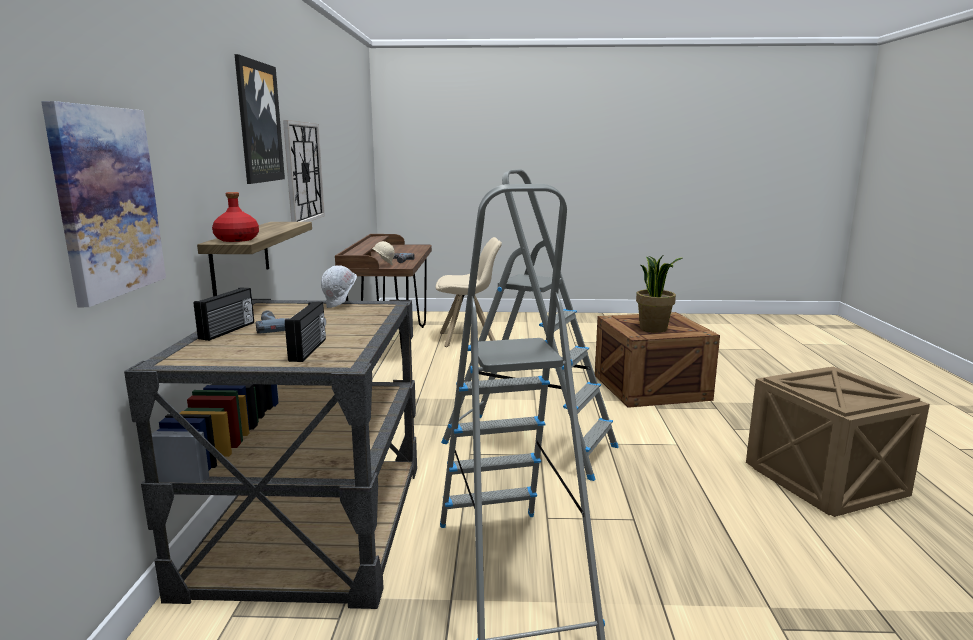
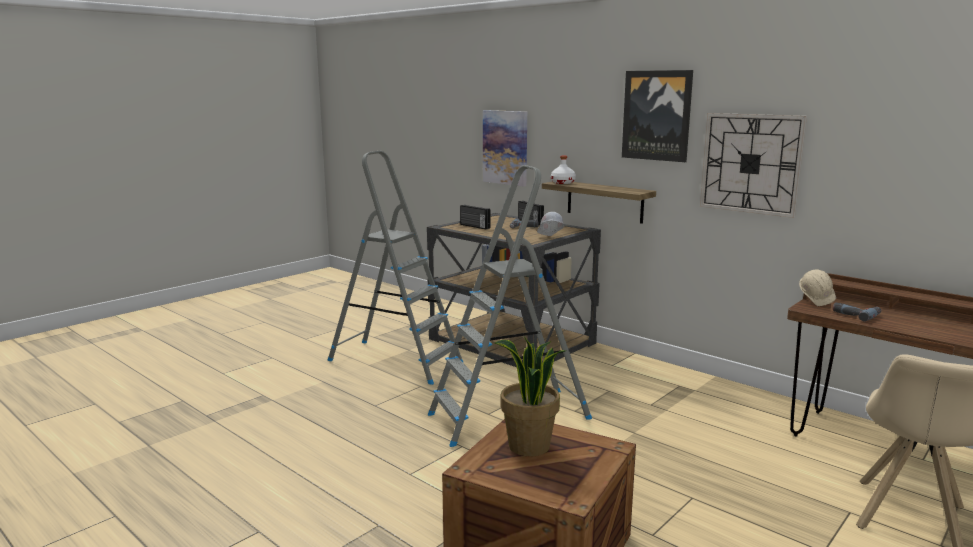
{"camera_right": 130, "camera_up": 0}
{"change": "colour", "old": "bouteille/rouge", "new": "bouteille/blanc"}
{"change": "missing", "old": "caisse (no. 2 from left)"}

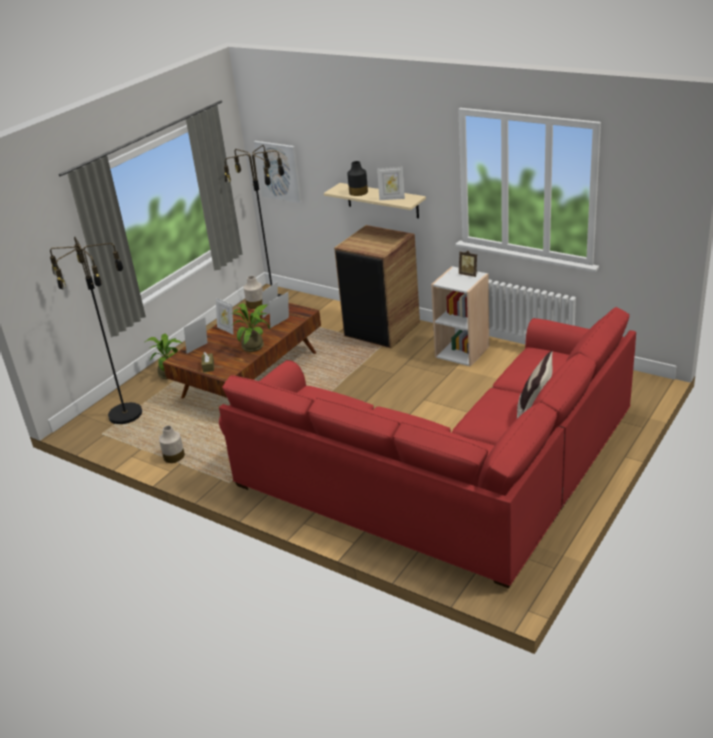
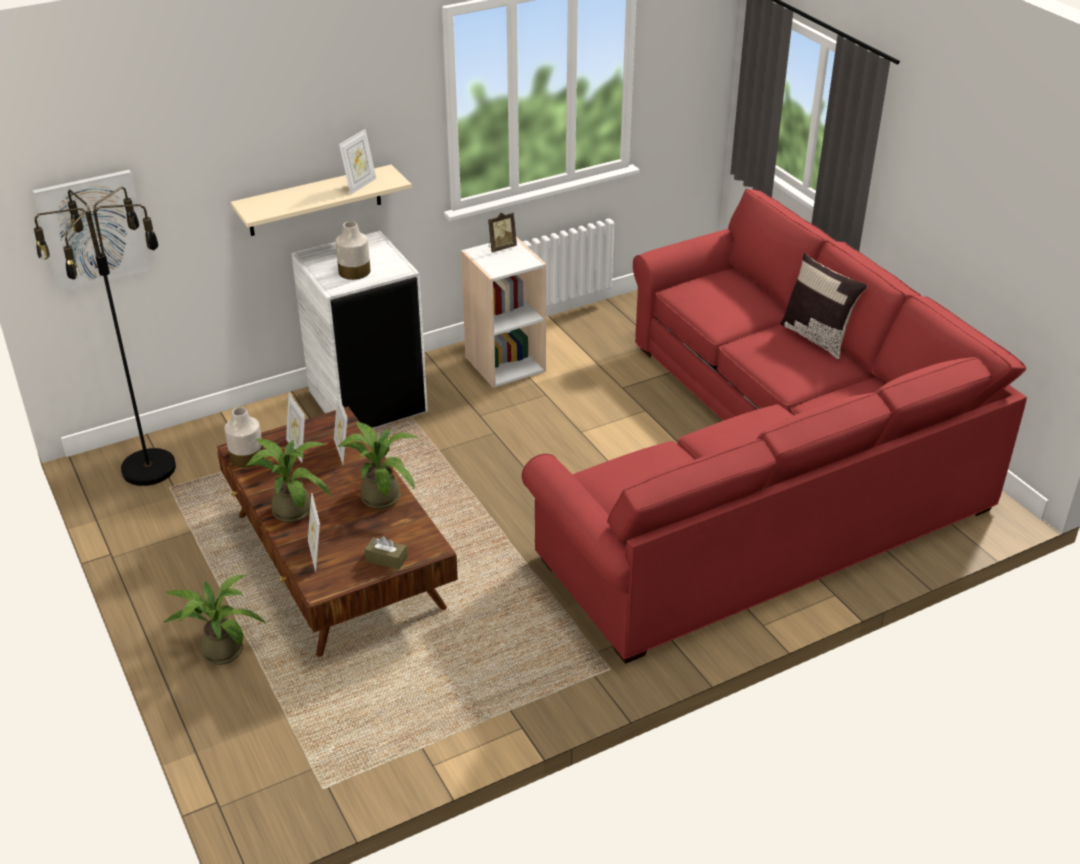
{"camera_right": -65, "camera_up": 5}
{"change": "missing", "old": "vase/noir"}
{"change": "colour", "old": "meuble de rangement/marron", "new": "meuble de rangement/blanc"}
{"change": "missing", "old": "lampadaire (no. 1 from left)"}
{"change": "exchanged", "old": "cadre photo (no. 2 from left)", "new": "plante en pot (no. 2 from left)"}
{"change": "relocated", "old": "vase/beige (no. 1 from left in the first image)", "new": "vase/beige (no. 2 from left)"}

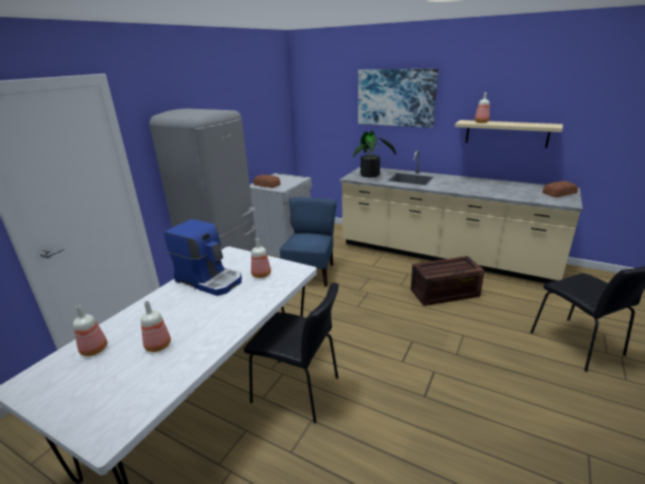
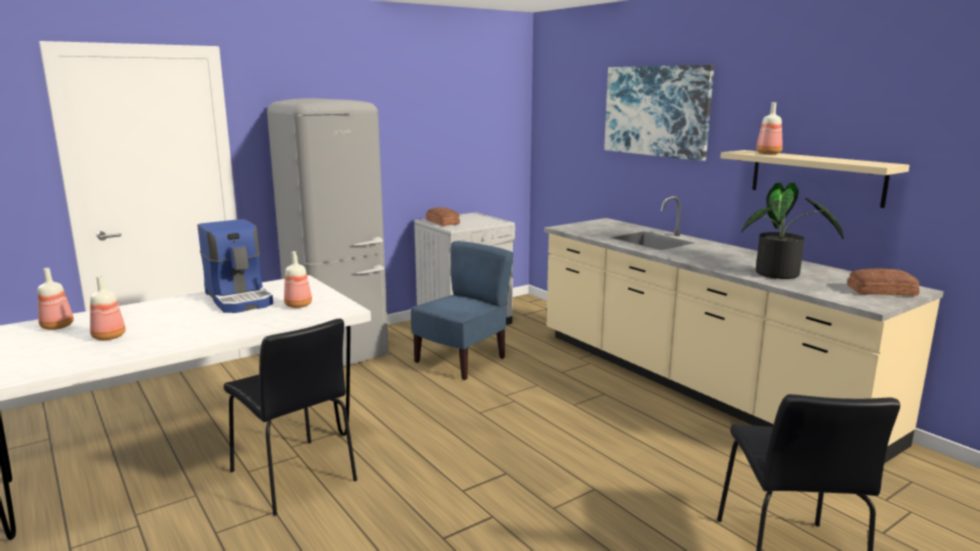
{"camera_right": 25, "camera_up": -10}
{"change": "relocated", "old": "plante en pot"}
{"change": "missing", "old": "caisse"}

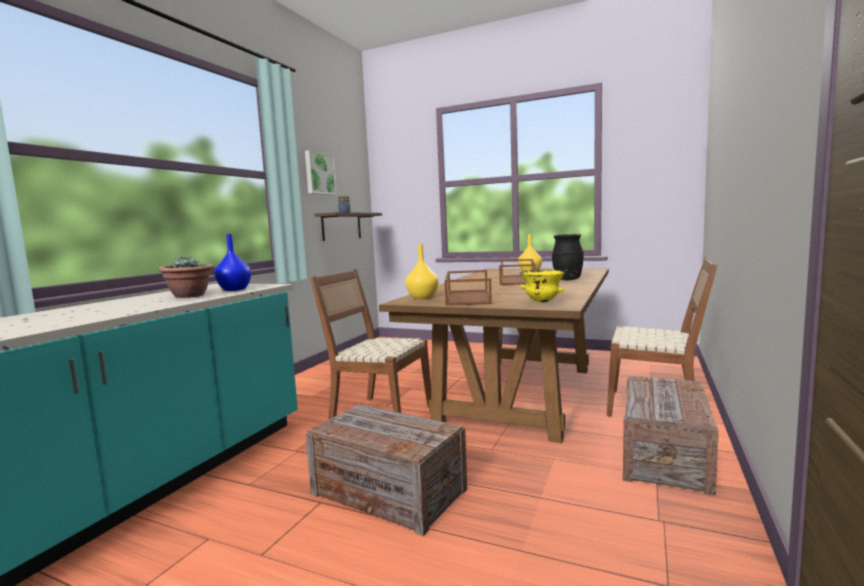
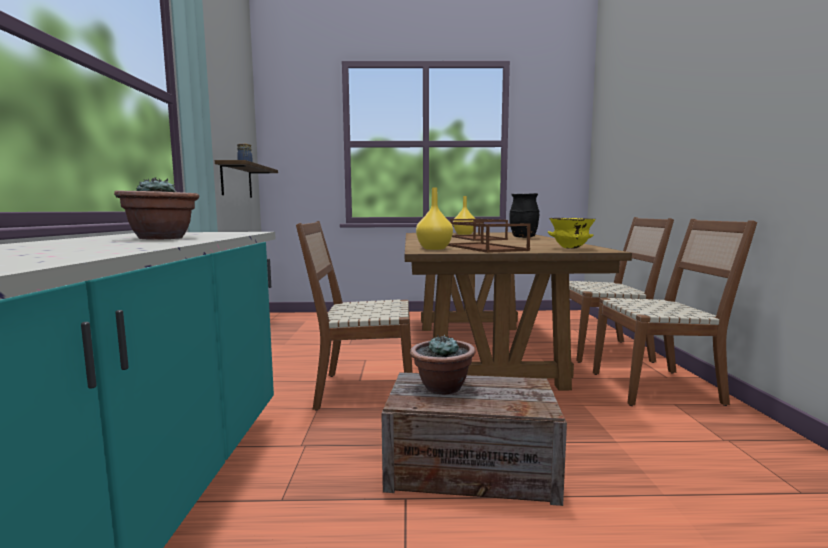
{"camera_right": -25, "camera_up": 0}
{"change": "missing", "old": "tableau"}
{"change": "missing", "old": "vase/bleu"}
{"change": "exchanged", "old": "caisse (no. 2 from left)", "new": "chaise (no. 3 from left)"}
{"change": "appeared", "new": "plante en pot (no. 2 from left)"}

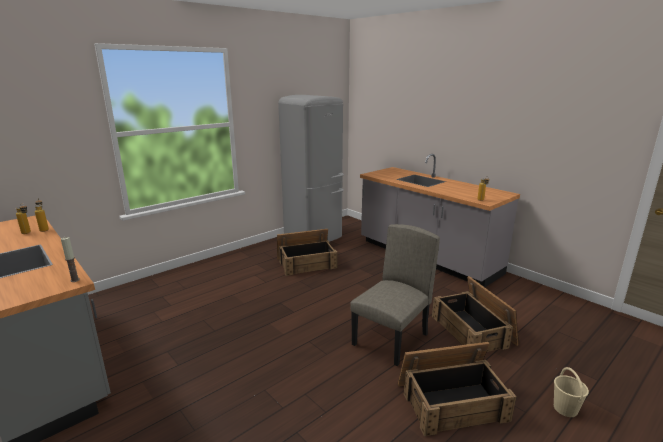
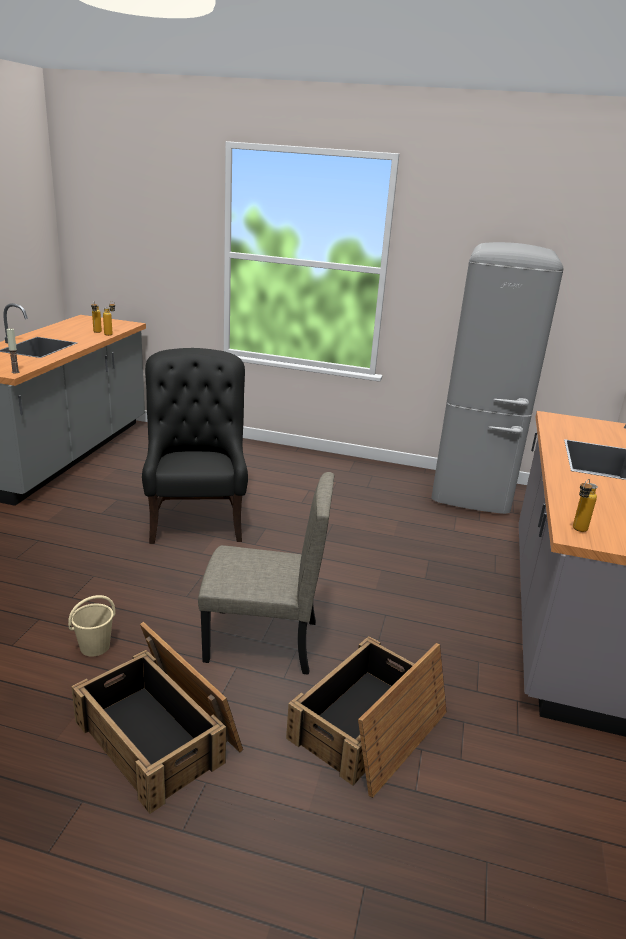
{"camera_right": 55, "camera_up": 5}
{"change": "missing", "old": "caisse (no. 1 from left)"}
{"change": "relocated", "old": "seau/beige"}
{"change": "appeared", "new": "chaise/noir"}

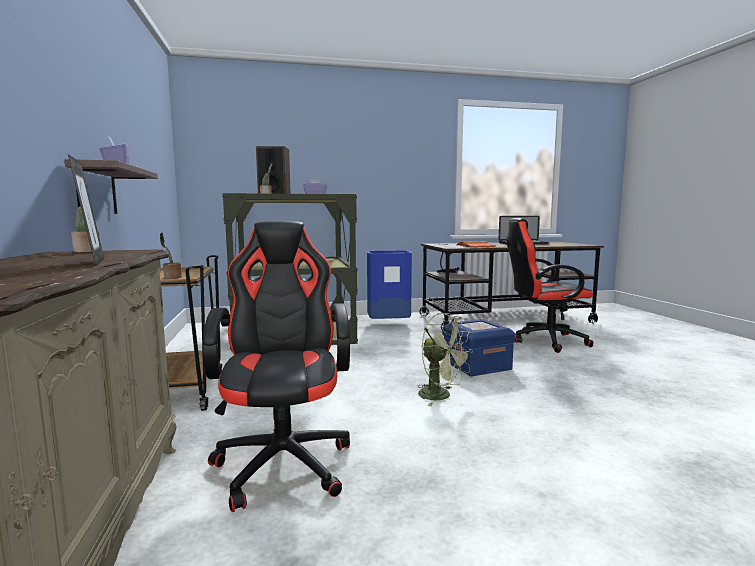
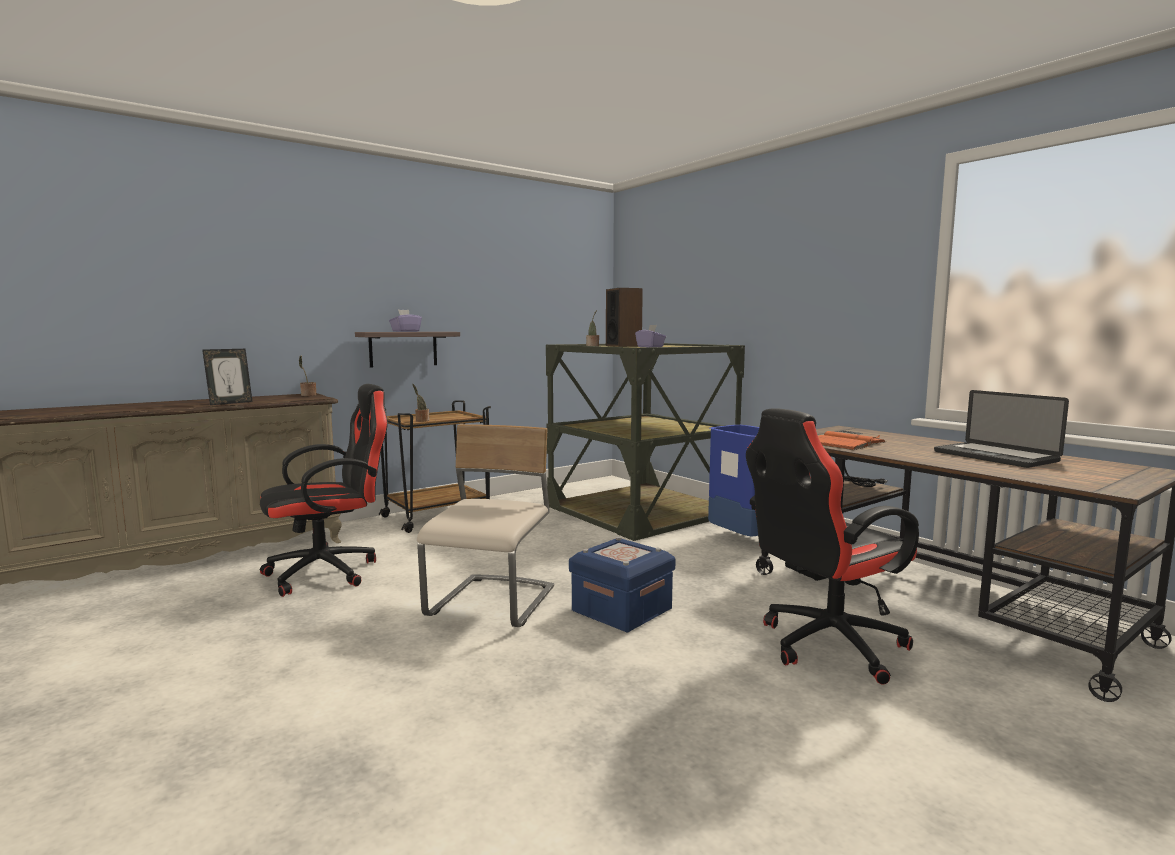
{"camera_right": 65, "camera_up": 0}
{"change": "spun", "old": "chaise de bureau/noir (no. 2 from left)", "degrees": -90}
{"change": "exchanged", "old": "ventilateur/vert", "new": "chaise/beige"}

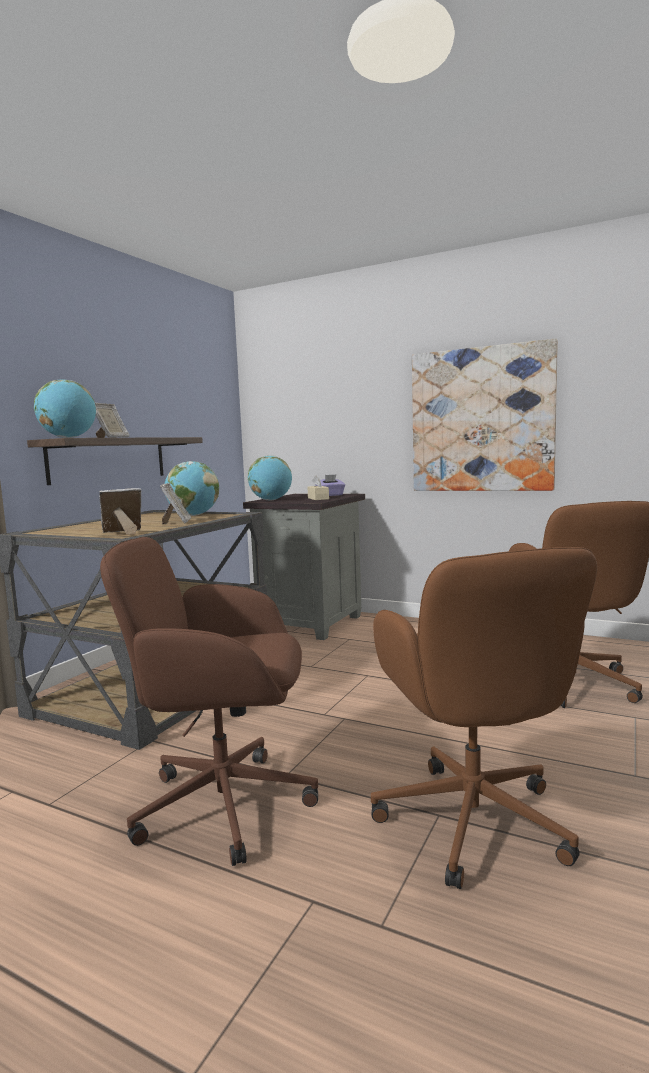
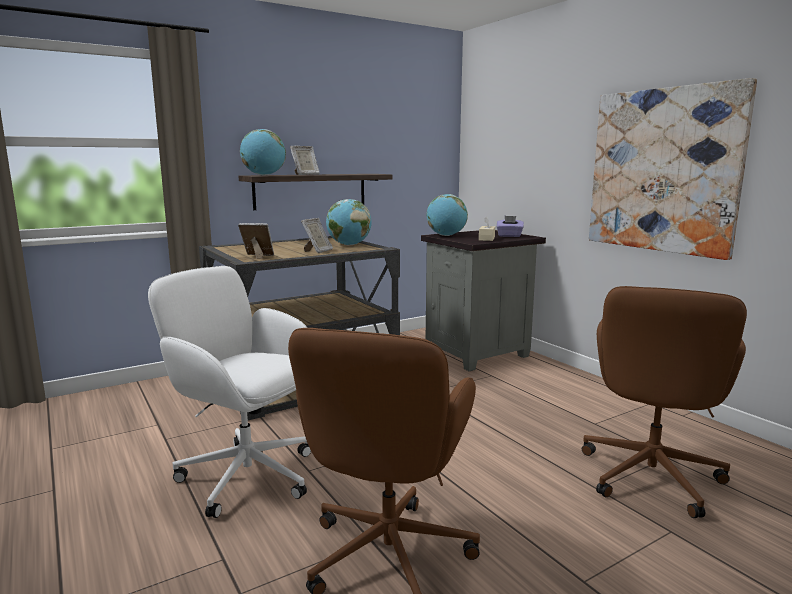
{"camera_right": 30, "camera_up": 5}
{"change": "colour", "old": "chaise de bureau/marron (no. 1 from left)", "new": "chaise de bureau/blanc"}

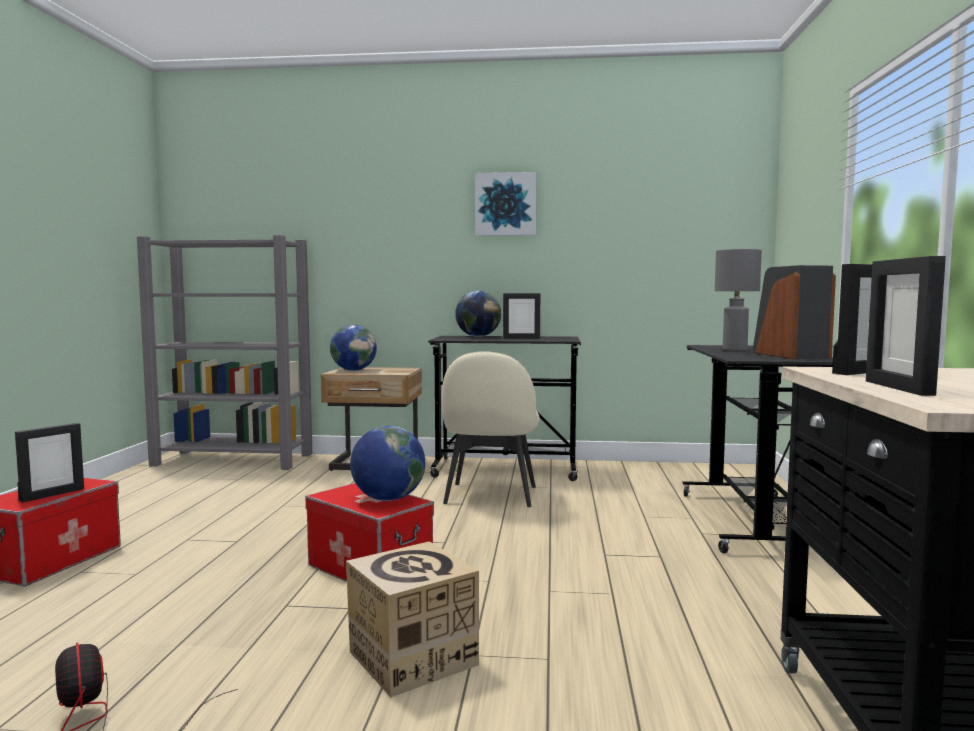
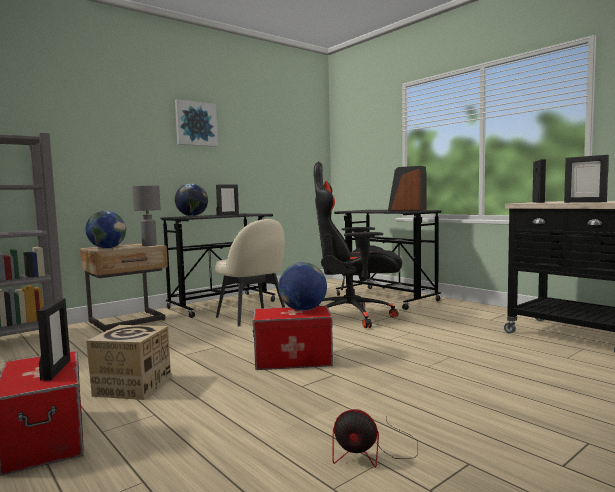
{"camera_right": -45, "camera_up": 0}
{"change": "relocated", "old": "lampe de table/gris"}
{"change": "relocated", "old": "carton"}
{"change": "appeared", "new": "chaise de bureau/noir"}

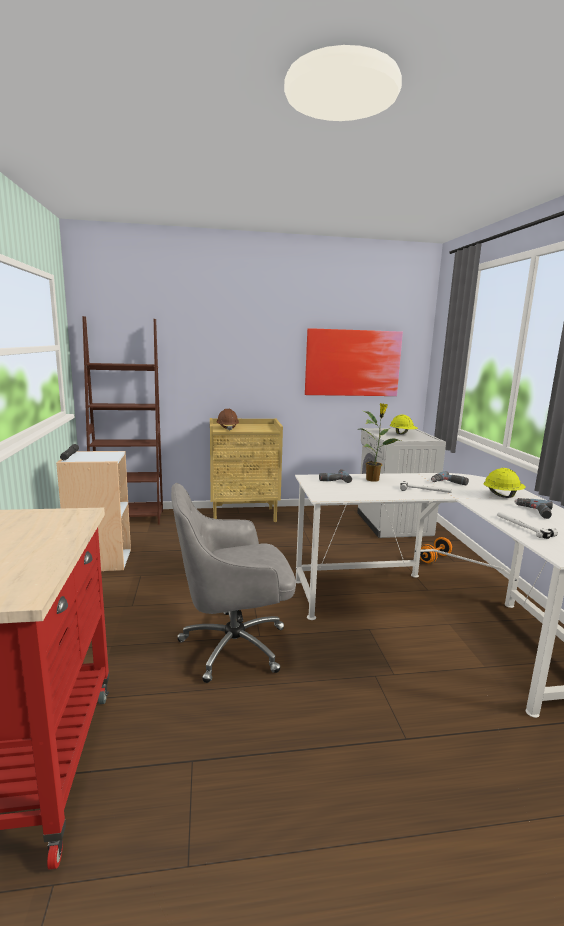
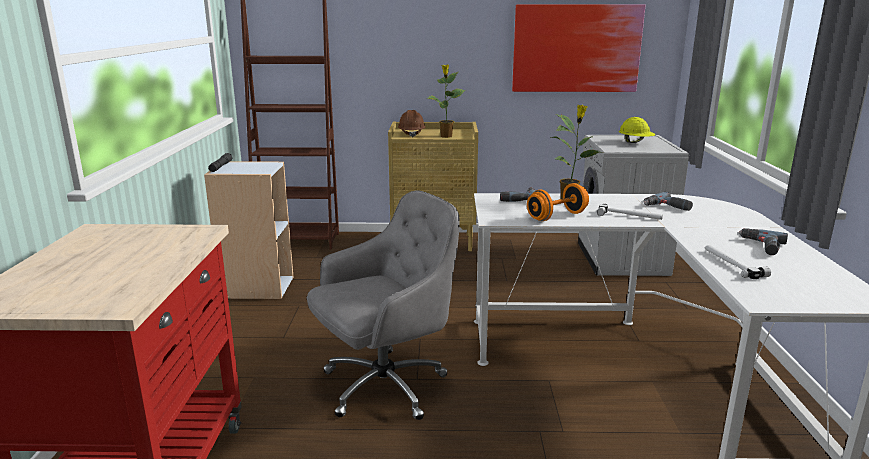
{"camera_right": 10, "camera_up": 5}
{"change": "missing", "old": "casque de chantier/jaune (no. 2 from left)"}
{"change": "spun", "old": "chaise de bureau/gris", "degrees": 150}
{"change": "relocated", "old": "haltère/orange"}
{"change": "appeared", "new": "plante en pot (no. 1 from left)"}

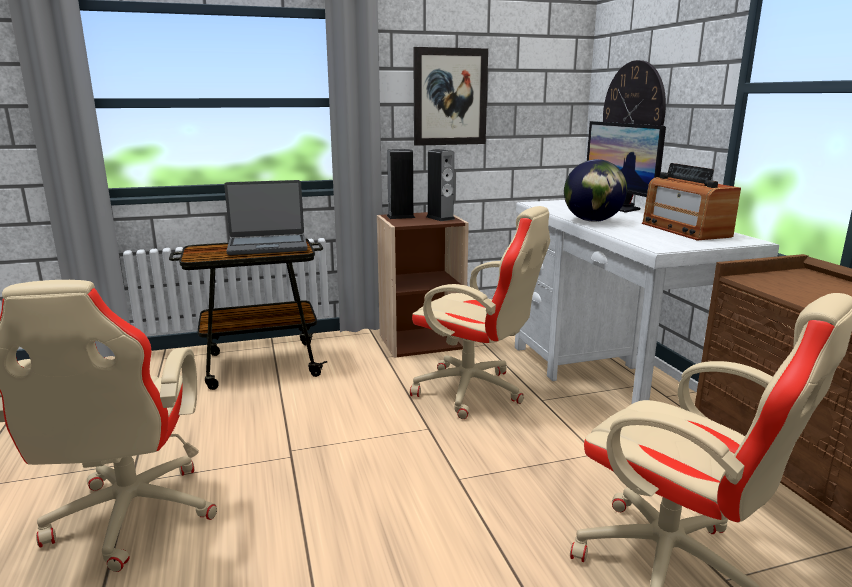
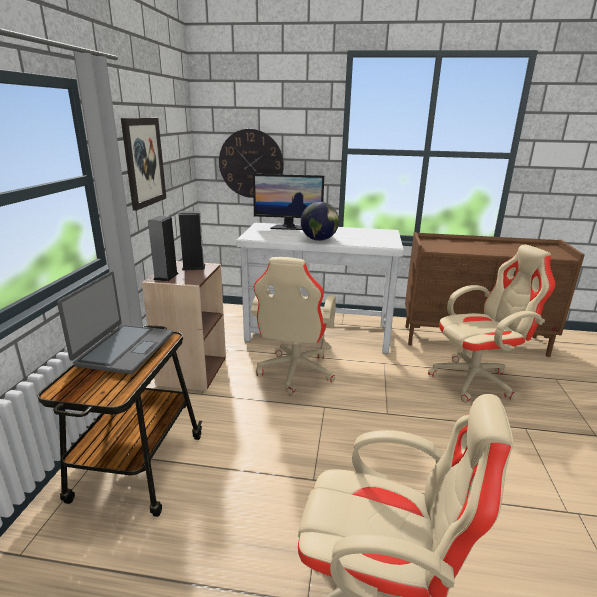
{"camera_right": -65, "camera_up": 5}
{"change": "missing", "old": "radio"}
{"change": "spun", "old": "chaise de bureau/beige (no. 2 from left in the first image)", "degrees": 135}

